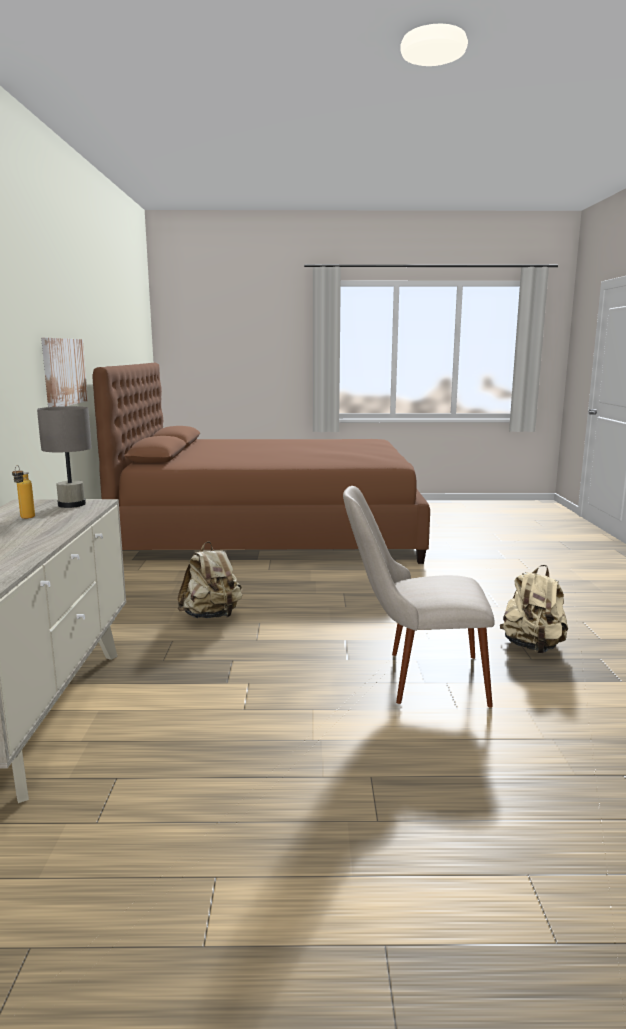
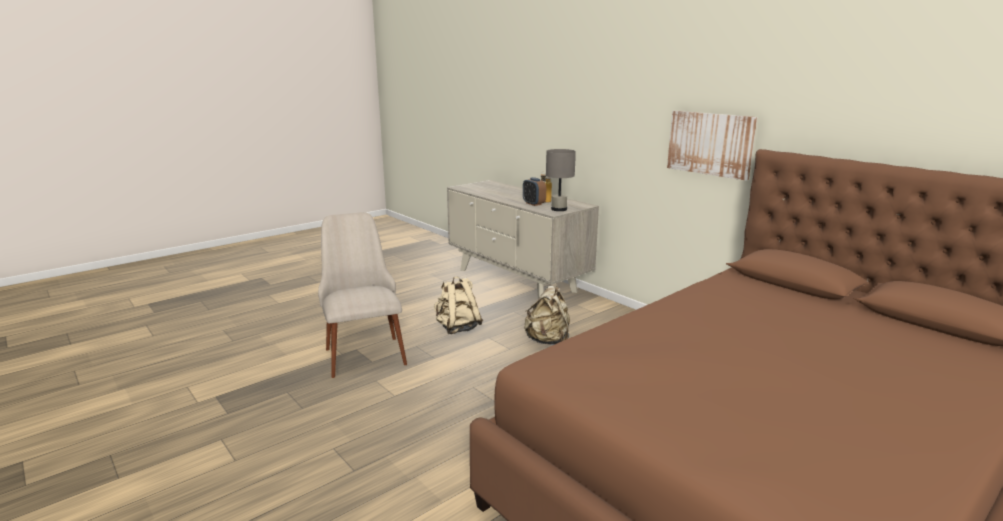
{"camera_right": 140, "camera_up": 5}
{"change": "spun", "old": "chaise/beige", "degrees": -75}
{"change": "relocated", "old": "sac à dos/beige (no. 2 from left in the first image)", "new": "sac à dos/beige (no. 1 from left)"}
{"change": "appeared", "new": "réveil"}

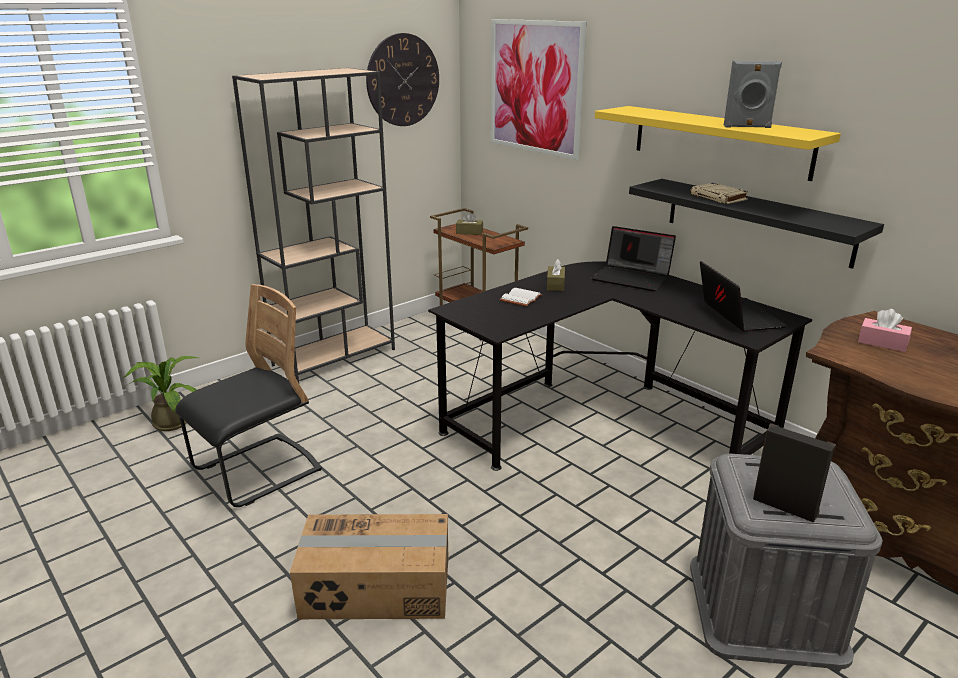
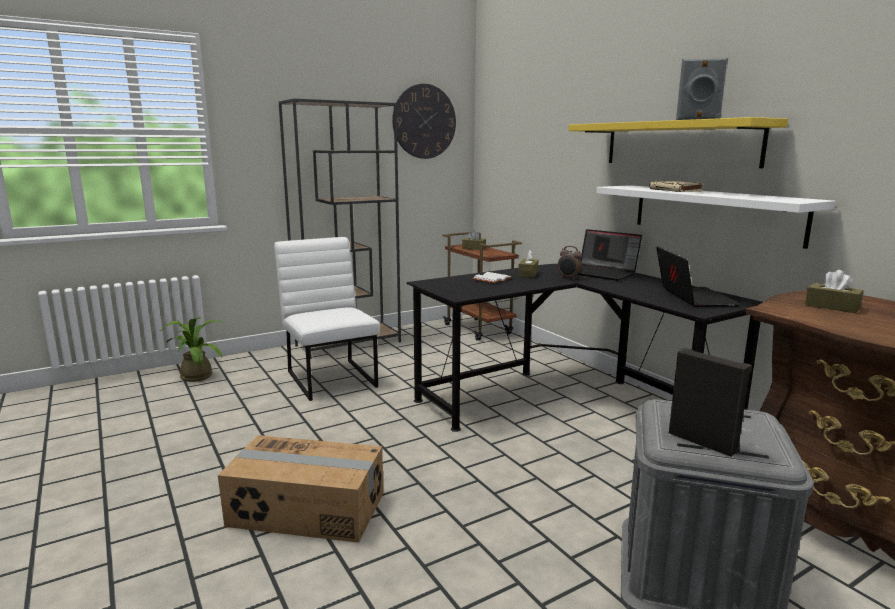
{"camera_right": 10, "camera_up": -10}
{"change": "missing", "old": "tableau"}
{"change": "colour", "old": "étagère/noir", "new": "étagère/blanc"}
{"change": "missing", "old": "chaise/noir"}
{"change": "colour", "old": "boîte à mouchoirs/rose", "new": "boîte à mouchoirs/marron (no. 3 from left)"}
{"change": "appeared", "new": "chaise/blanc"}
{"change": "appeared", "new": "réveil"}

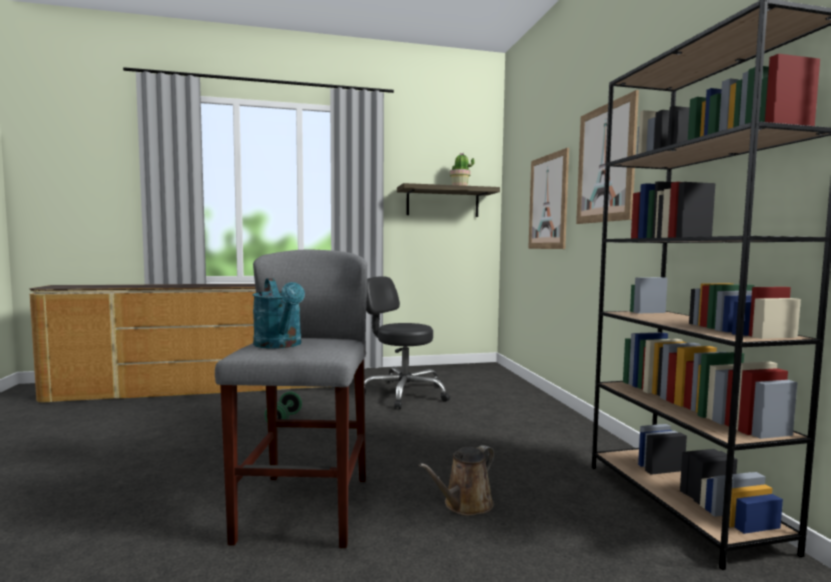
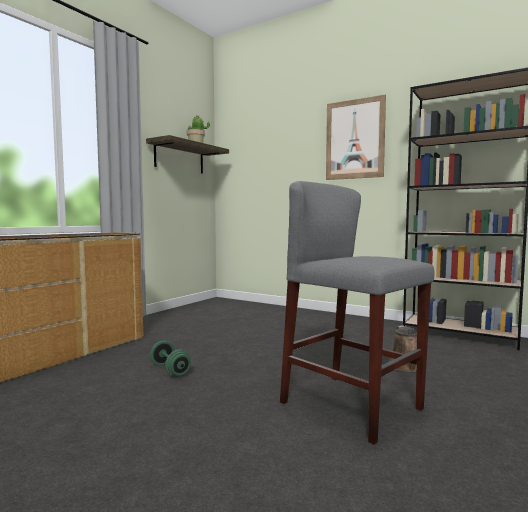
{"camera_right": -45, "camera_up": 0}
{"change": "missing", "old": "tableau (no. 1 from left)"}
{"change": "missing", "old": "chaise de bureau/noir"}
{"change": "missing", "old": "arrosoir/turquoise"}

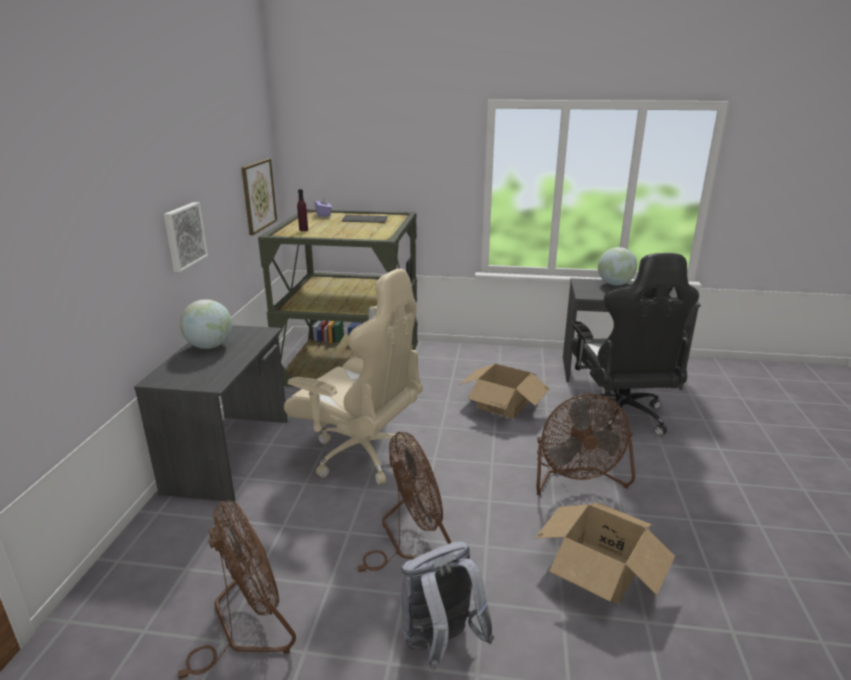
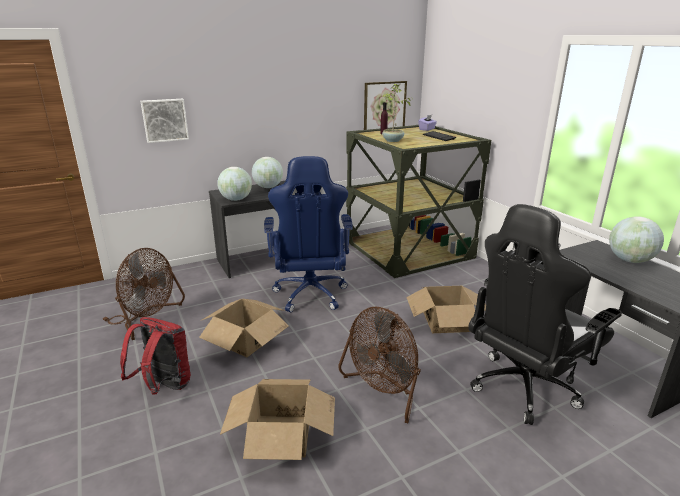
{"camera_right": 55, "camera_up": 0}
{"change": "relocated", "old": "tableau (no. 1 from left)"}
{"change": "colour", "old": "chaise de bureau/beige", "new": "chaise de bureau/bleu"}
{"change": "exchanged", "old": "ventilateur/marron (no. 2 from left)", "new": "carton (no. 1 from left)"}
{"change": "colour", "old": "sac à dos/gris", "new": "sac à dos/rouge"}
{"change": "appeared", "new": "plante en pot"}
{"change": "appeared", "new": "globe (no. 1 from left)"}

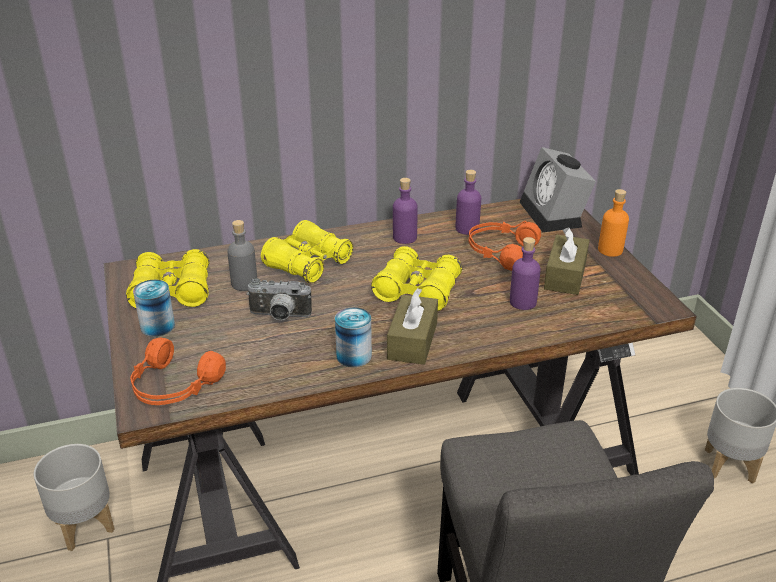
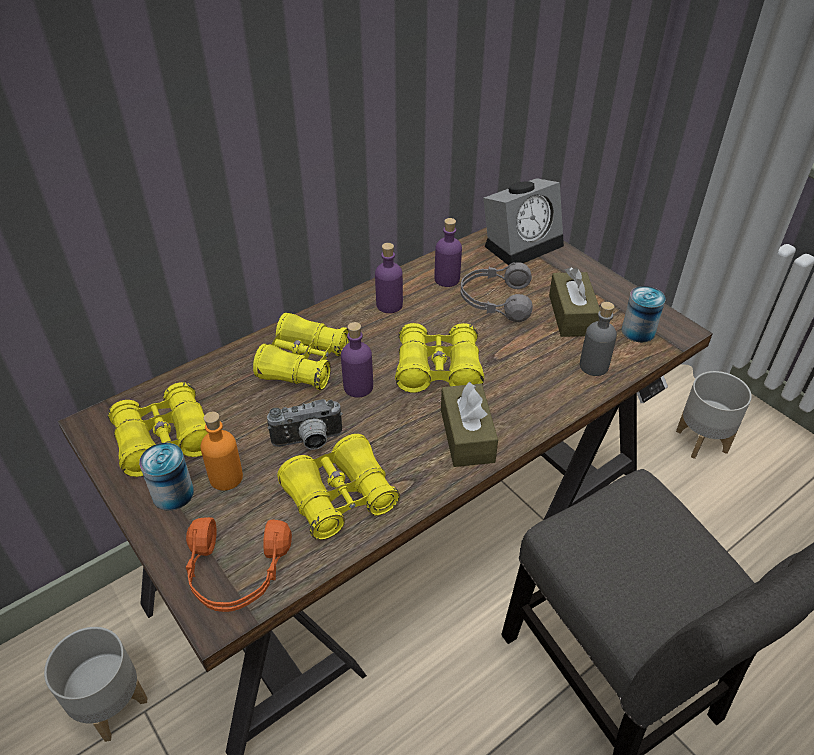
{"camera_right": -20, "camera_up": 10}
{"change": "spun", "old": "réveil", "degrees": -90}
{"change": "relocated", "old": "bouteille/orange"}
{"change": "relocated", "old": "bouteille/gris"}
{"change": "colour", "old": "casque audio/orange (no. 2 from left)", "new": "casque audio/gris"}
{"change": "relocated", "old": "bouteille/violet (no. 3 from left in the first image)", "new": "bouteille/violet (no. 1 from left)"}
{"change": "relocated", "old": "boîte métallique (no. 2 from left)"}
{"change": "appeared", "new": "jumelles/jaune (no. 3 from left)"}

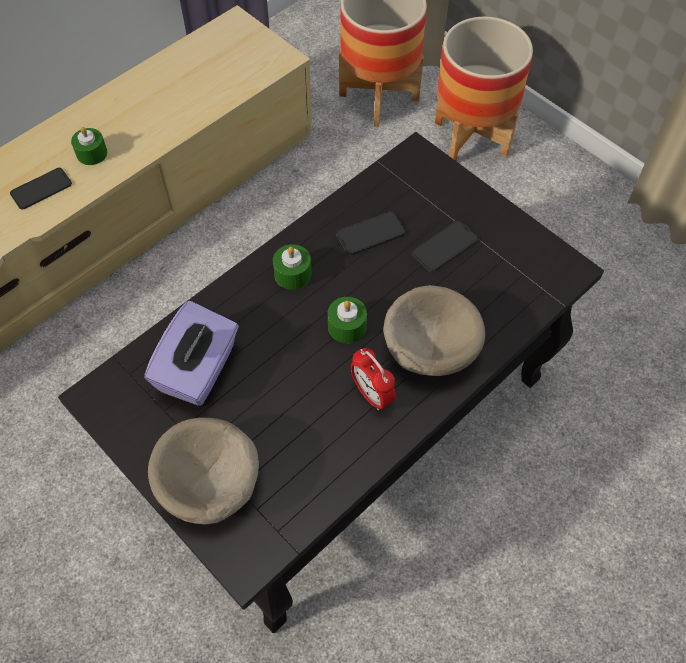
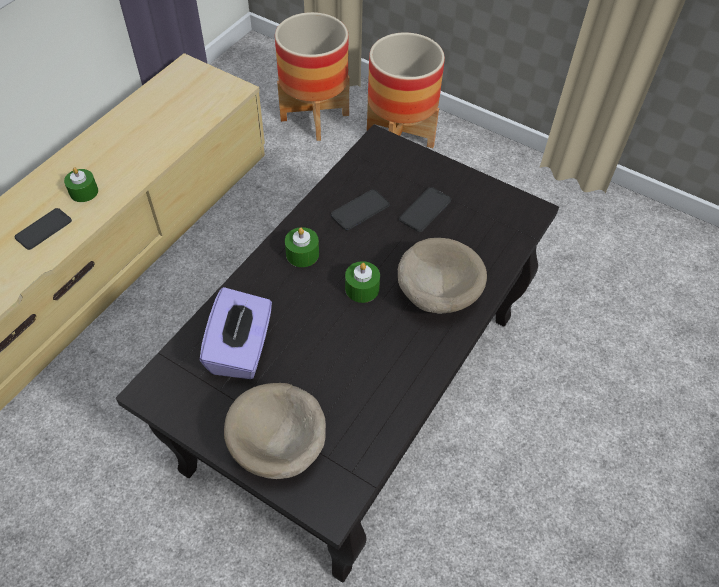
{"camera_right": -15, "camera_up": -5}
{"change": "missing", "old": "réveil"}

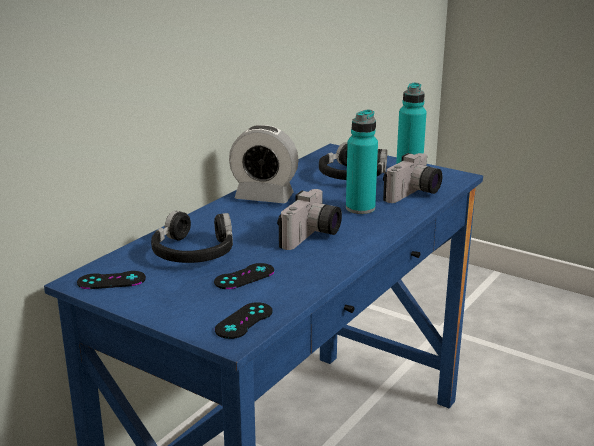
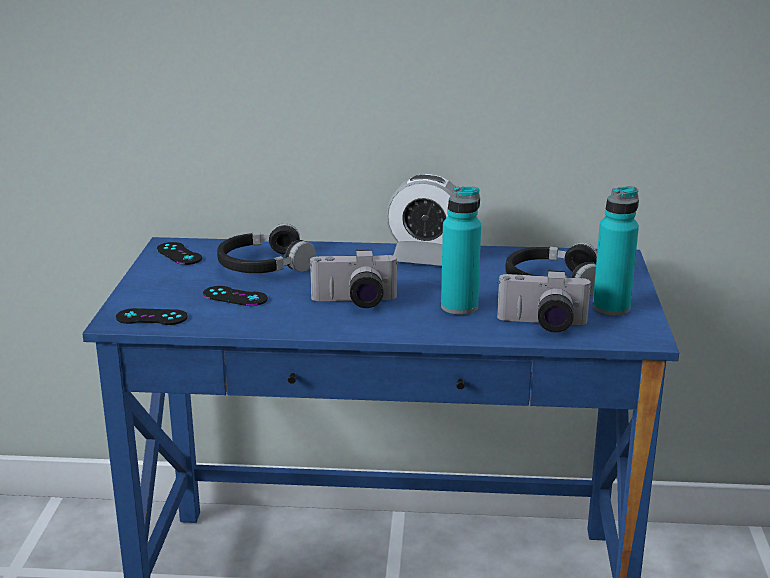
{"camera_right": 60, "camera_up": 0}
{"change": "spun", "old": "réveil", "degrees": -60}

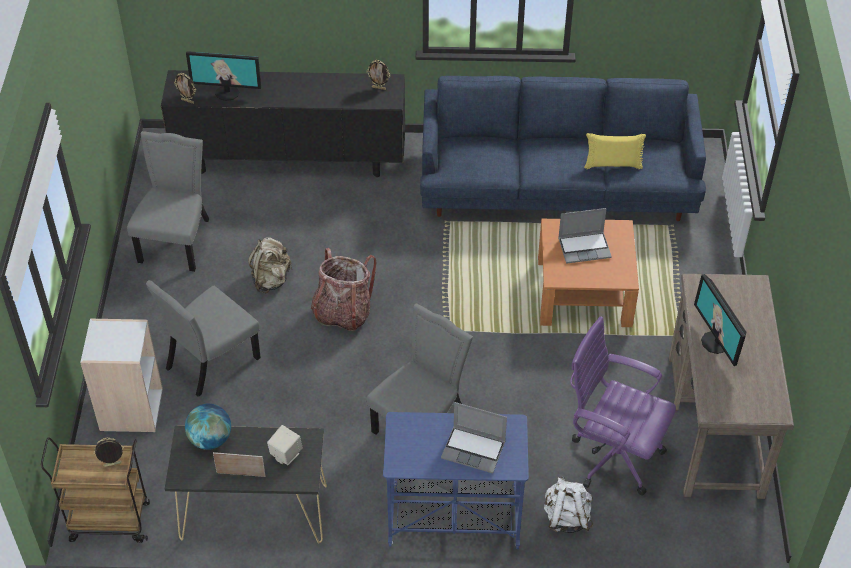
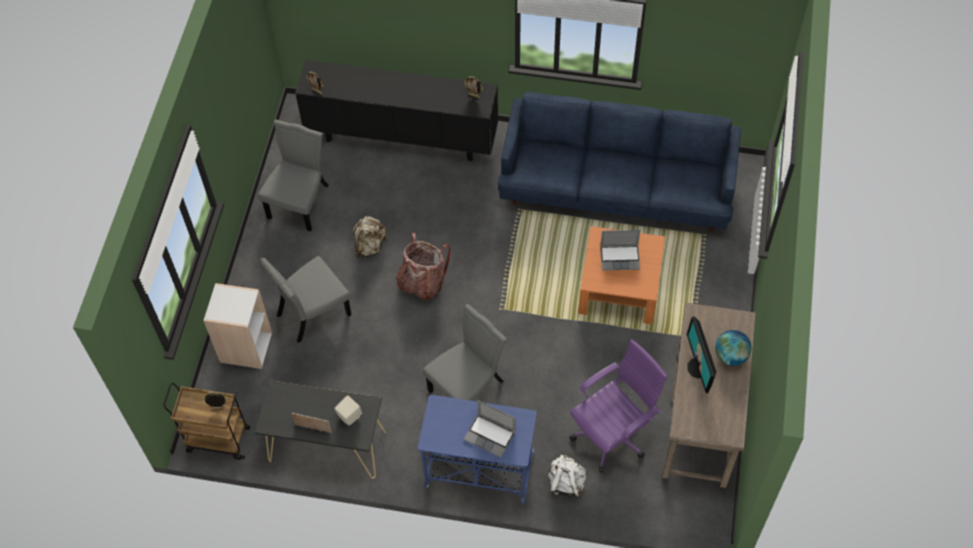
{"camera_right": 10, "camera_up": 10}
{"change": "missing", "old": "écran d'ordinateur (no. 1 from left)"}
{"change": "missing", "old": "coussin/jaune"}
{"change": "spun", "old": "chaise de bureau/violet", "degrees": 105}
{"change": "relocated", "old": "globe"}

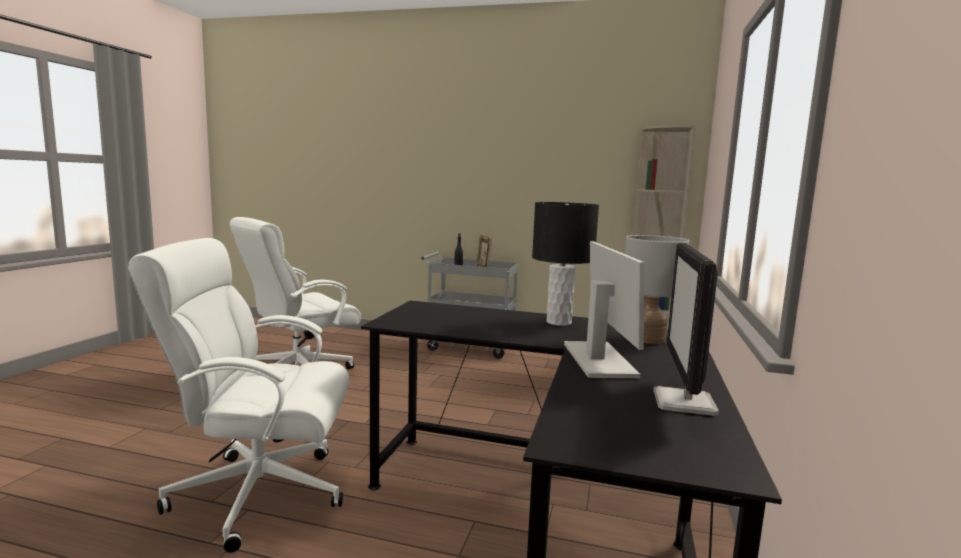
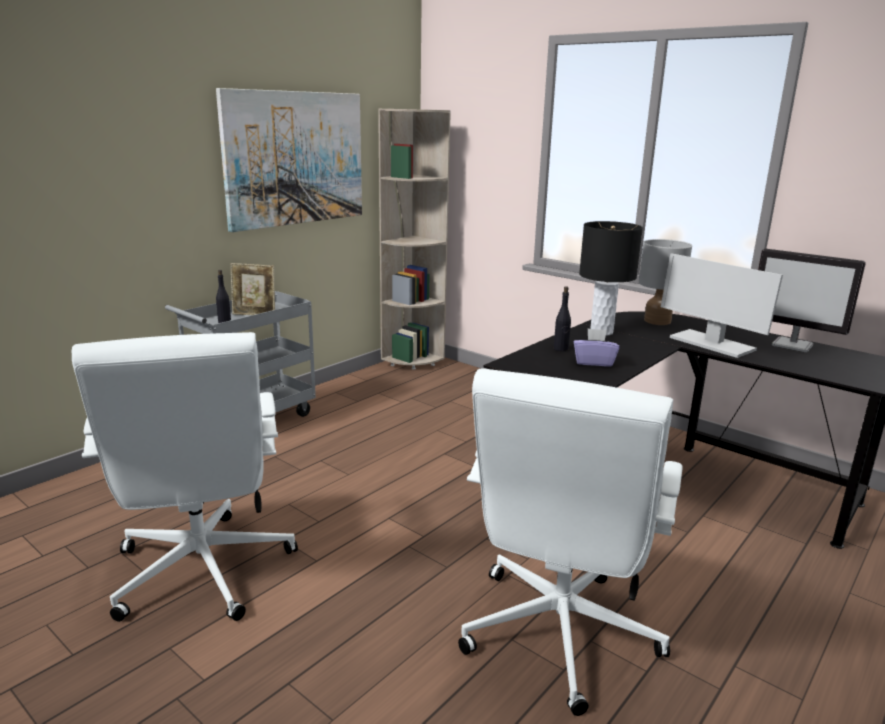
{"camera_right": -65, "camera_up": 10}
{"change": "spun", "old": "écran d'ordinateur (no. 1 from left)", "degrees": -150}
{"change": "appeared", "new": "tableau"}
{"change": "appeared", "new": "bouteille/noir (no. 2 from left)"}
{"change": "appeared", "new": "boîte à mouchoirs/violet"}

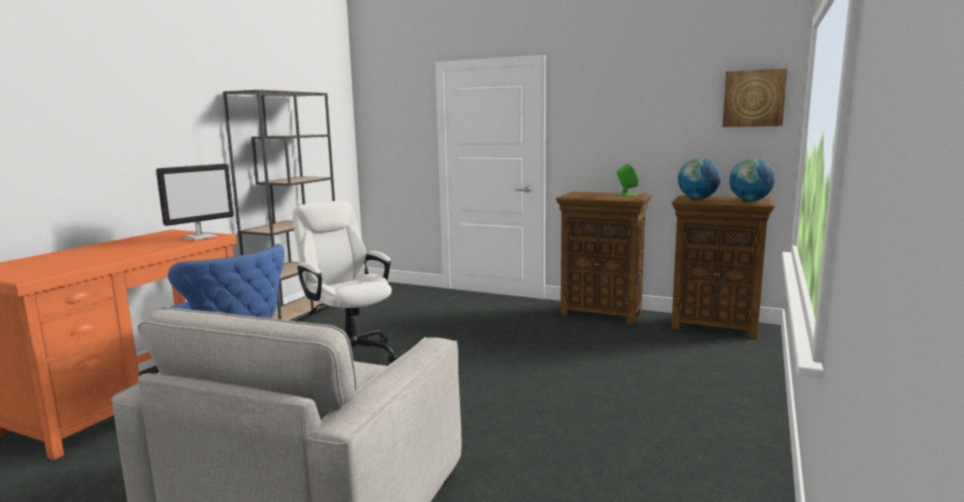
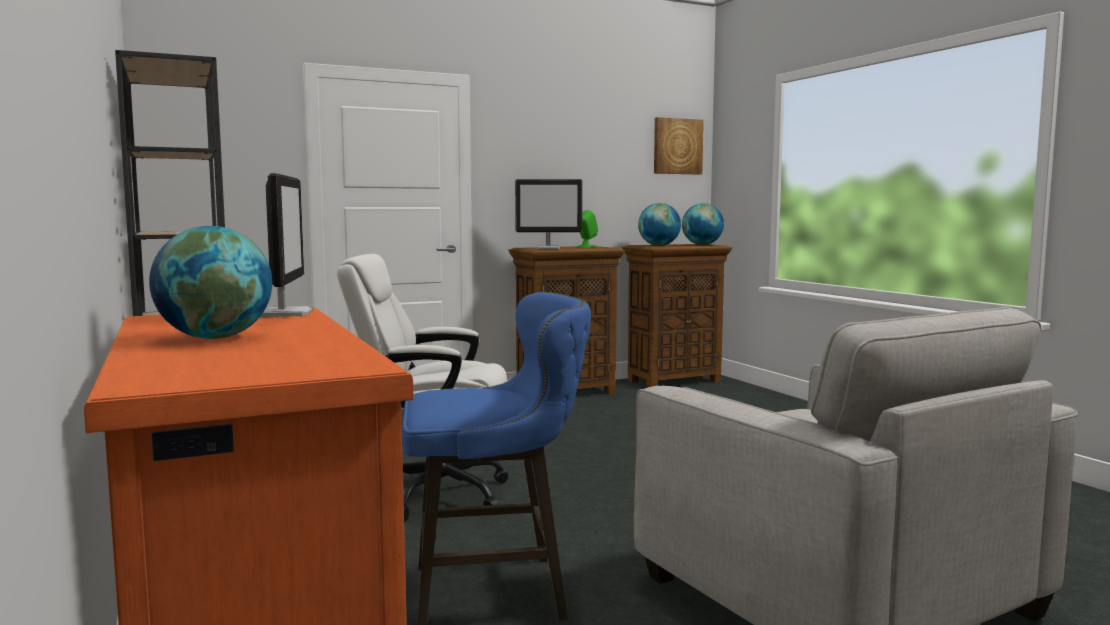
{"camera_right": -50, "camera_up": -5}
{"change": "appeared", "new": "écran d'ordinateur (no. 2 from left)"}
{"change": "appeared", "new": "globe (no. 1 from left)"}

